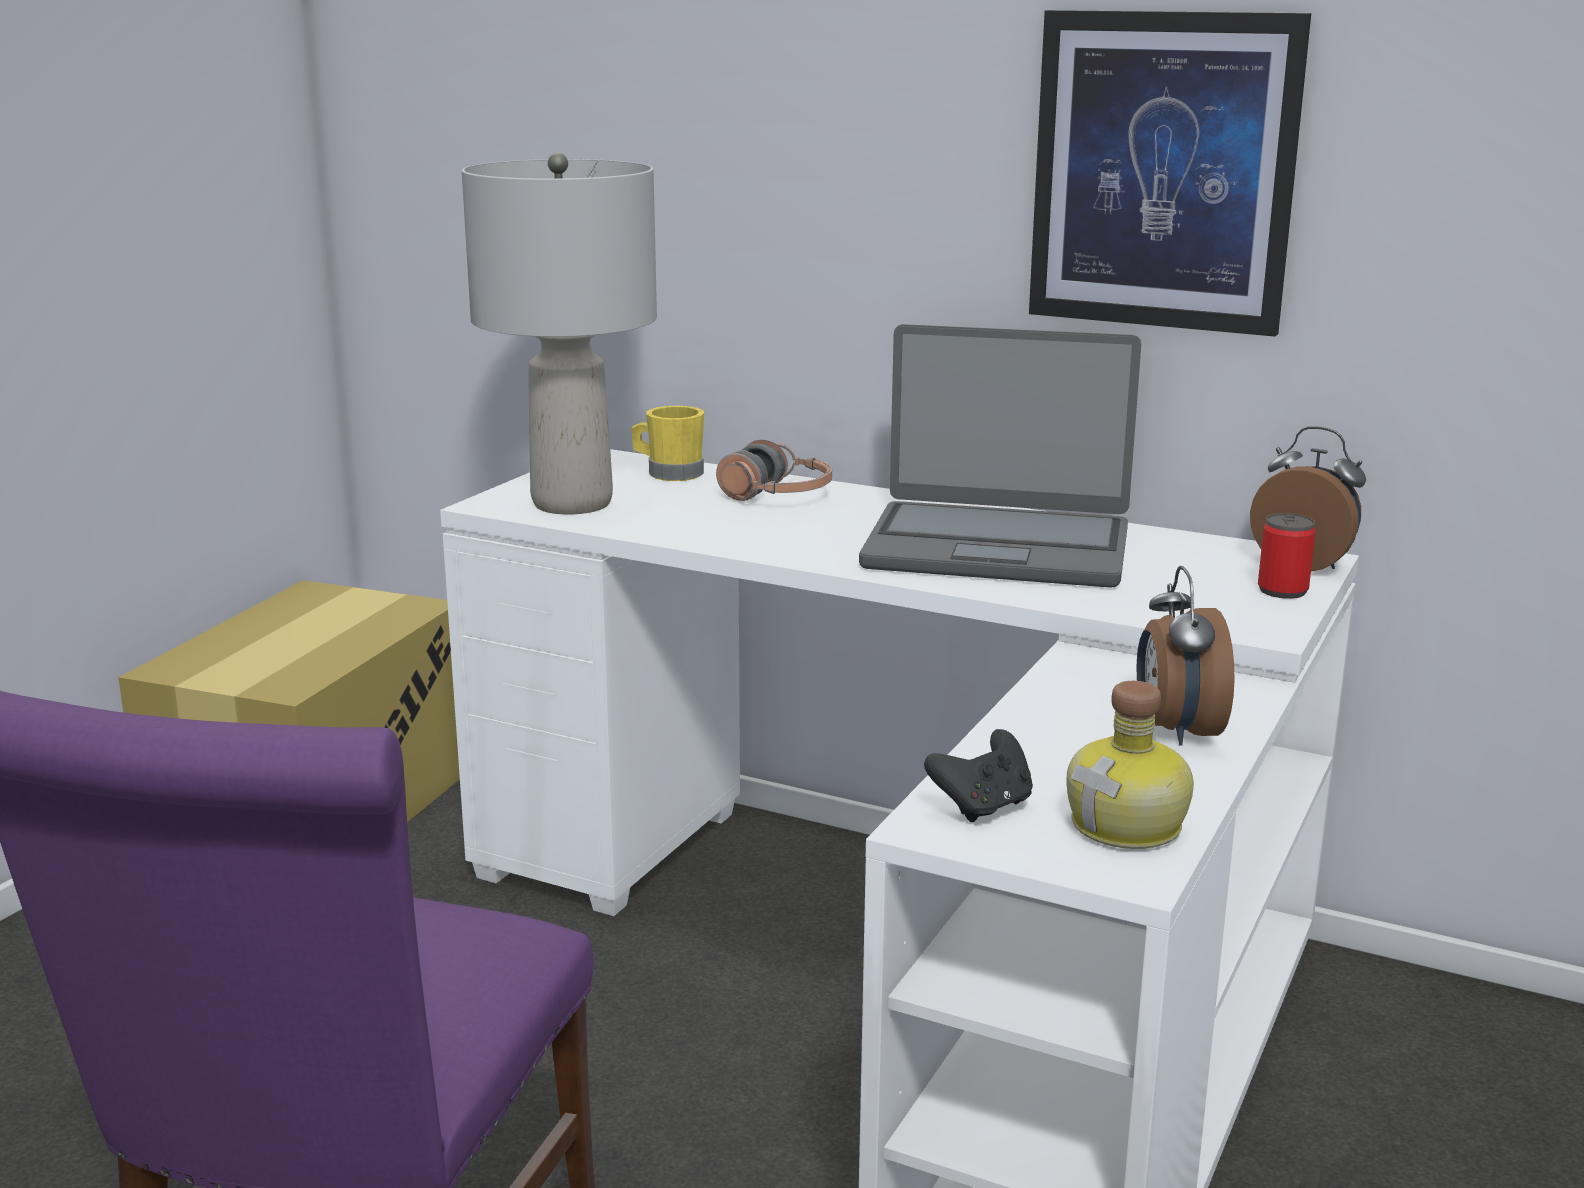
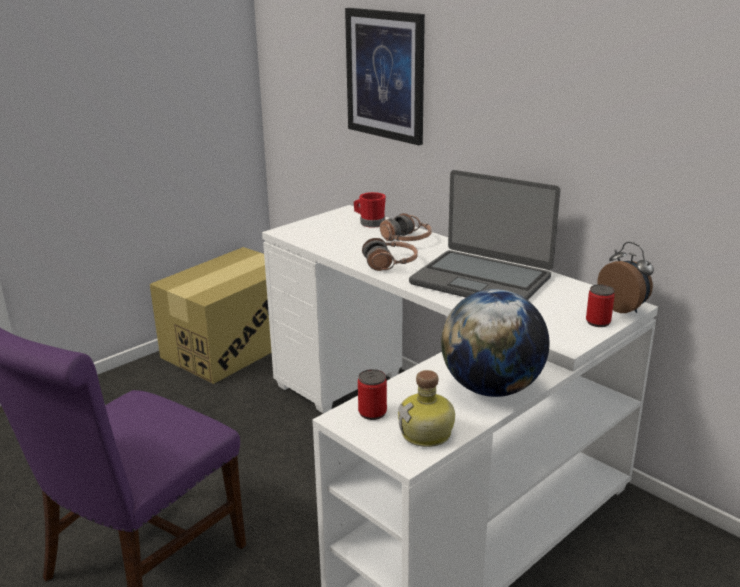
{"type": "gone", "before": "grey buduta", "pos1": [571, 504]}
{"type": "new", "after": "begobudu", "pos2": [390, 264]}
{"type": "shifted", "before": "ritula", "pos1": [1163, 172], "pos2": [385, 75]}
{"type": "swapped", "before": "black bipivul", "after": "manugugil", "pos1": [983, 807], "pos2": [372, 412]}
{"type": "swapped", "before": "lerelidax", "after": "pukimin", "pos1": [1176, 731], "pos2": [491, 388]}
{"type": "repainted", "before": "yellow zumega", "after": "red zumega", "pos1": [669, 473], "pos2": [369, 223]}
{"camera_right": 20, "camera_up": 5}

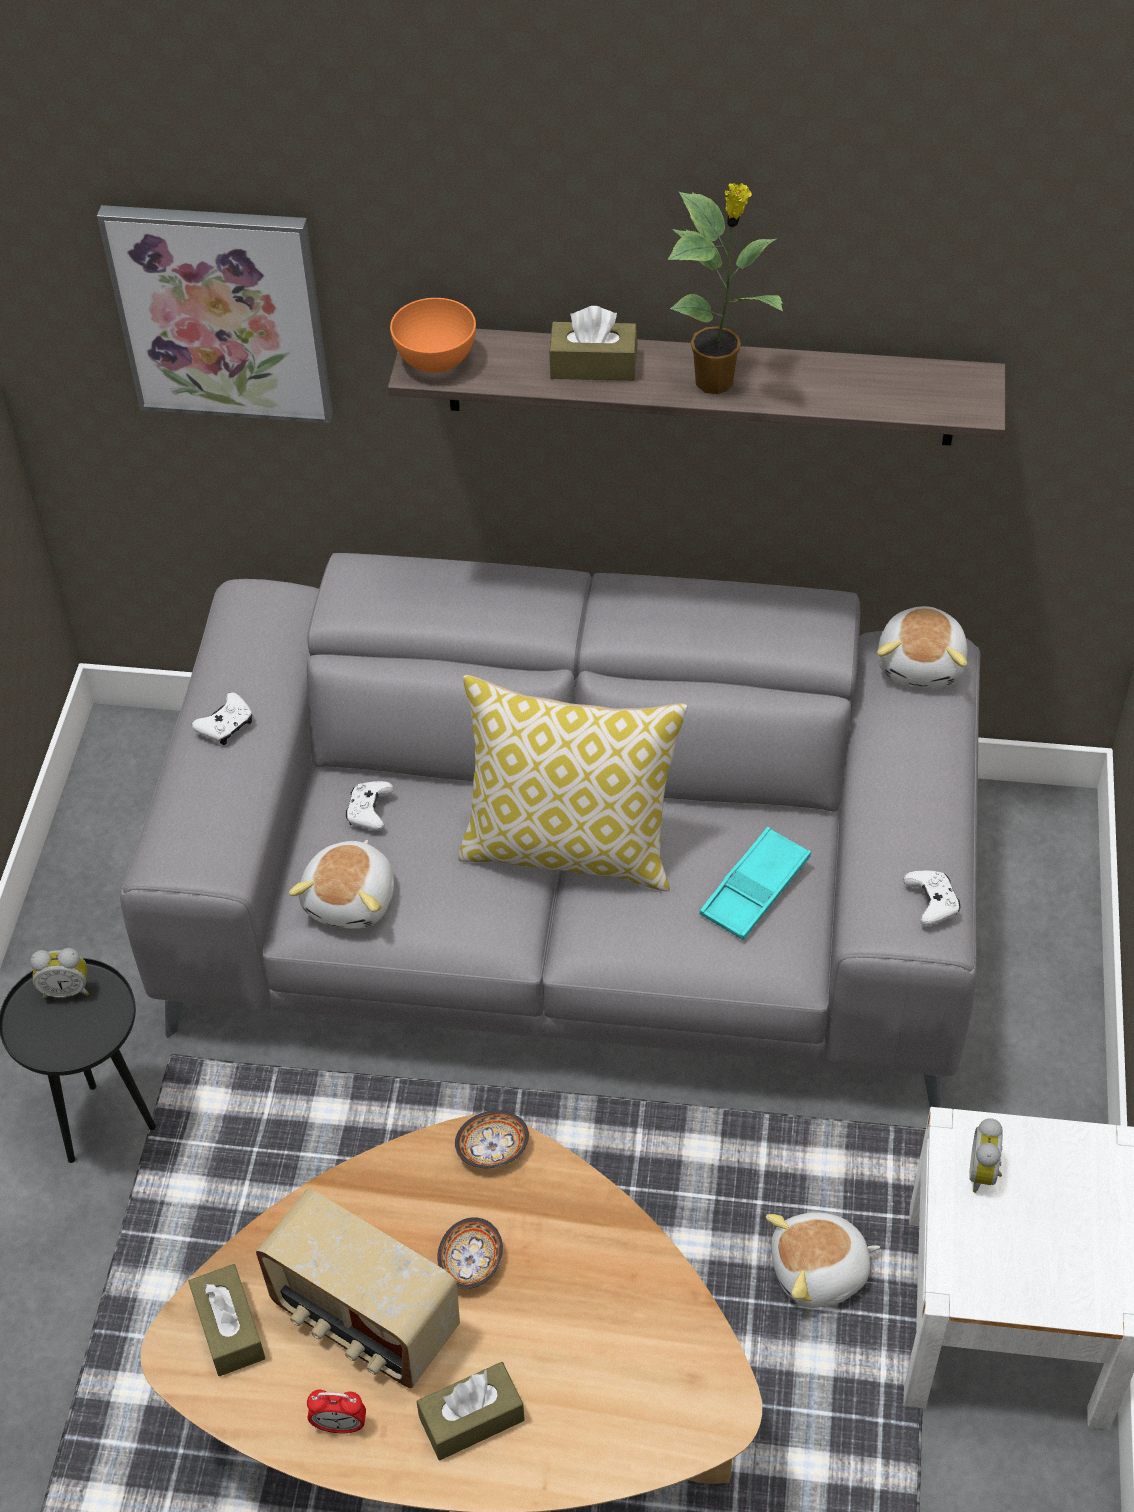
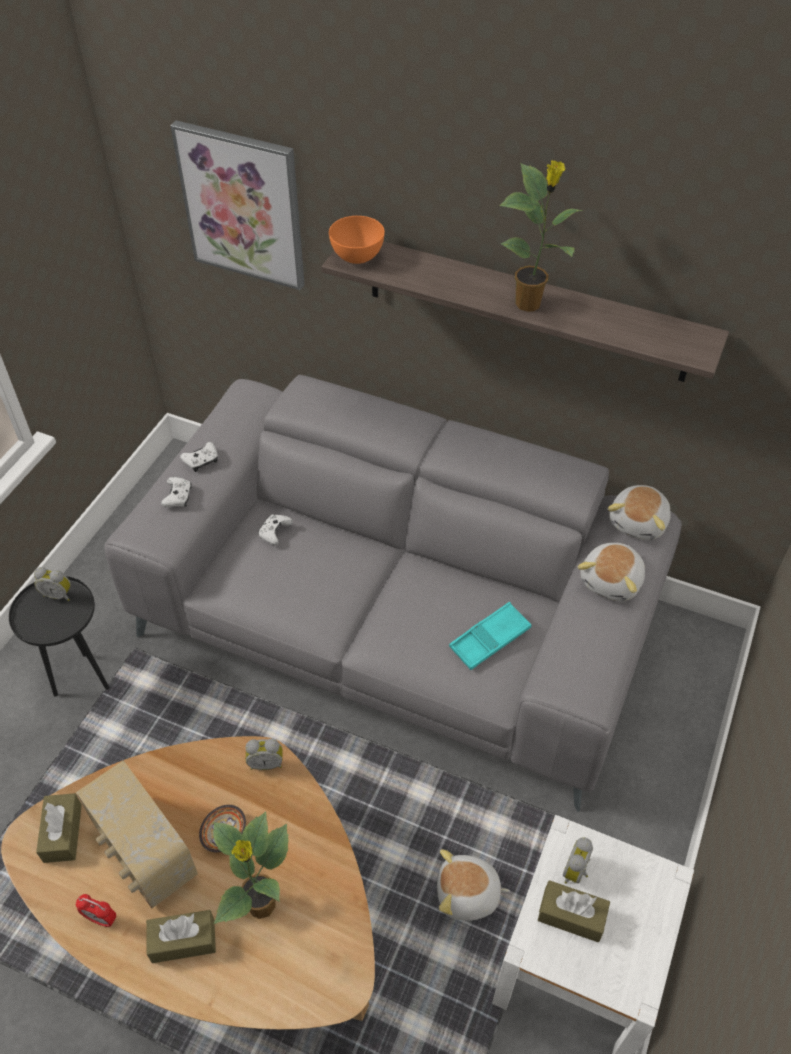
{"type": "gone", "before": "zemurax", "pos1": [571, 848]}
{"type": "new", "after": "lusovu", "pos2": [262, 907]}
{"type": "shifted", "before": "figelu", "pos1": [352, 899], "pos2": [612, 581]}
{"type": "shifted", "before": "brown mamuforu", "pos1": [593, 365], "pos2": [571, 916]}
{"type": "shifted", "before": "white bipivul", "pos1": [931, 903], "pos2": [178, 497]}
{"type": "swapped", "before": "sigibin", "after": "lerelidax", "pos1": [492, 1149], "pos2": [266, 763]}
{"camera_right": 15, "camera_up": 0}

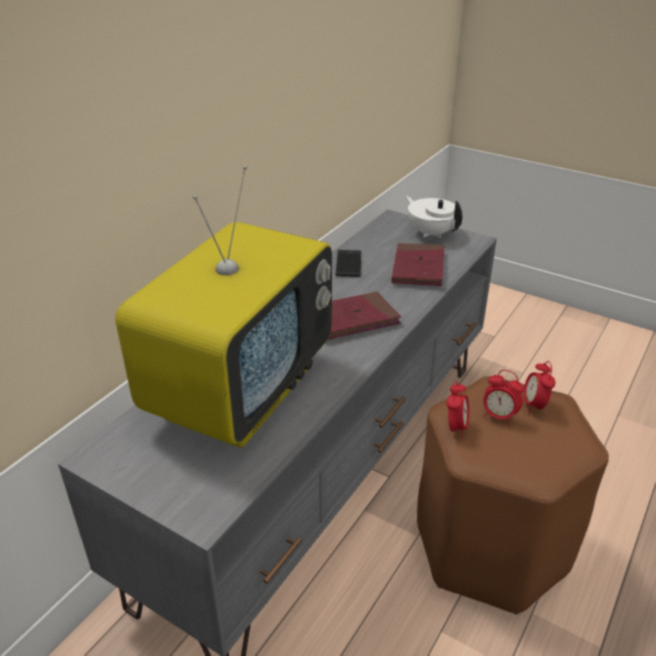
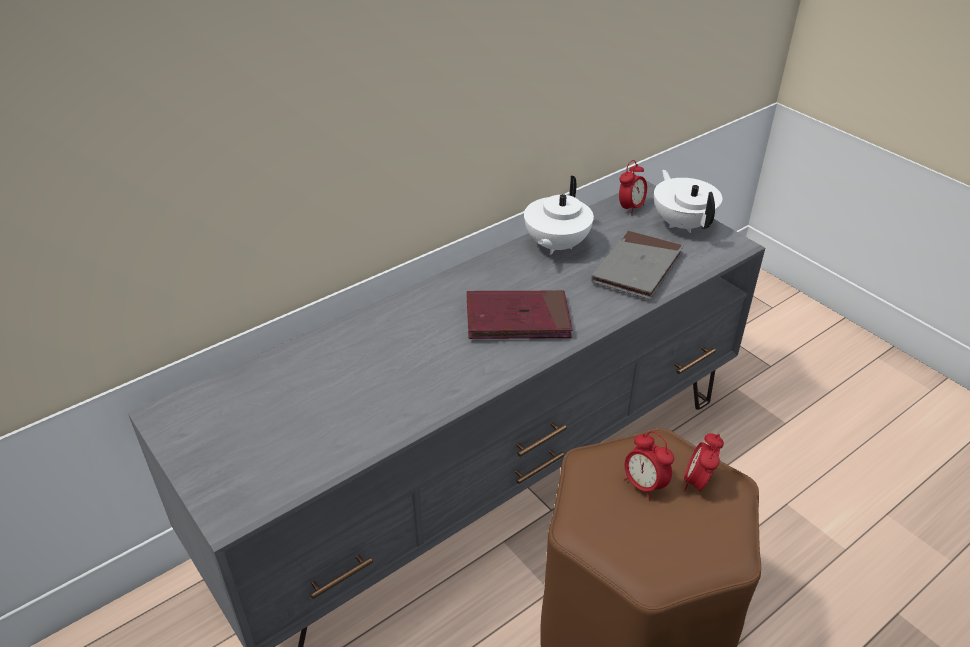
{"type": "gone", "before": "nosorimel", "pos1": [240, 390]}
{"type": "shifted", "before": "lerelidax", "pos1": [455, 428], "pos2": [630, 208]}
{"type": "swapped", "before": "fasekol", "after": "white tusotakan", "pos1": [348, 264], "pos2": [555, 245]}
{"type": "repainted", "before": "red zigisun", "after": "grey zigisun", "pos1": [418, 268], "pos2": [637, 269]}
{"camera_right": 20, "camera_up": 5}

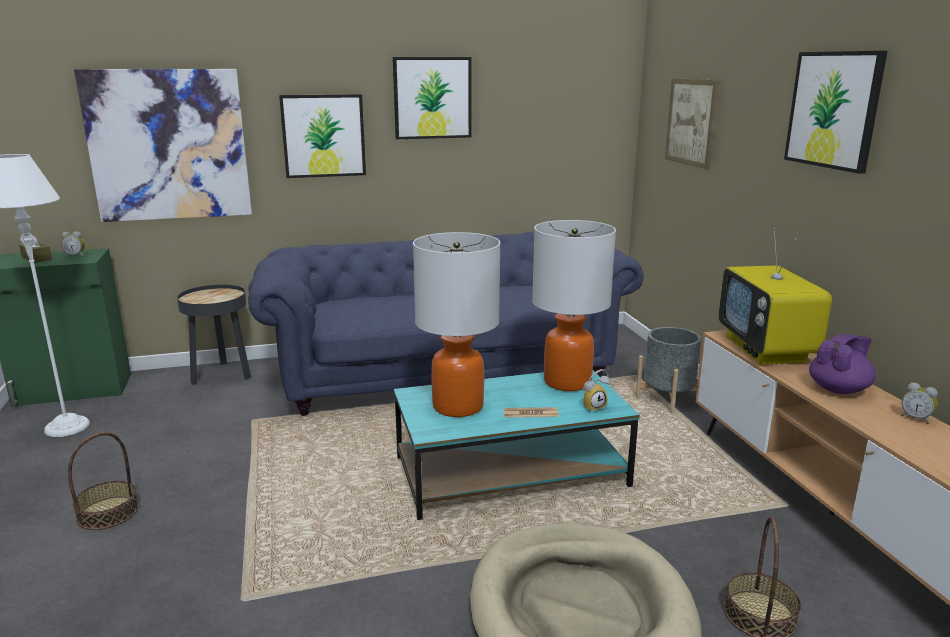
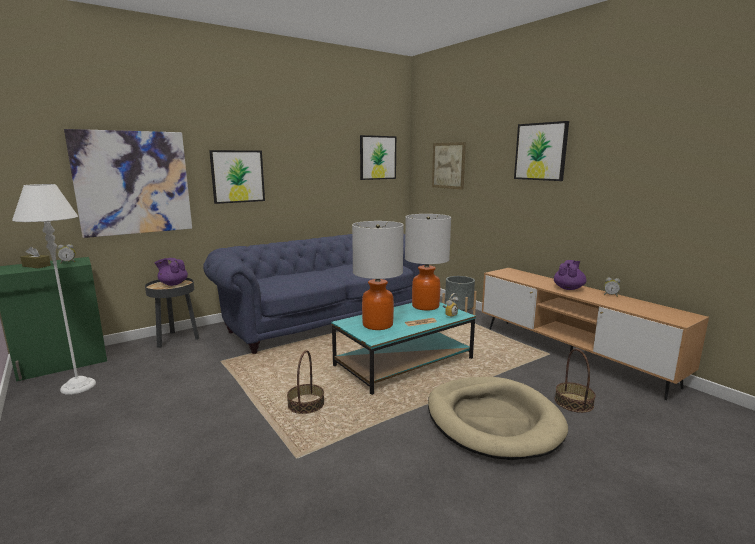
{"type": "gone", "before": "nosorimel", "pos1": [766, 350]}
{"type": "new", "after": "purple tusotakan", "pos2": [173, 284]}
{"type": "shifted", "before": "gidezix", "pos1": [108, 512], "pos2": [306, 404]}
{"type": "shifted", "before": "ritula", "pos1": [432, 98], "pos2": [377, 157]}
{"camera_right": -20, "camera_up": -5}

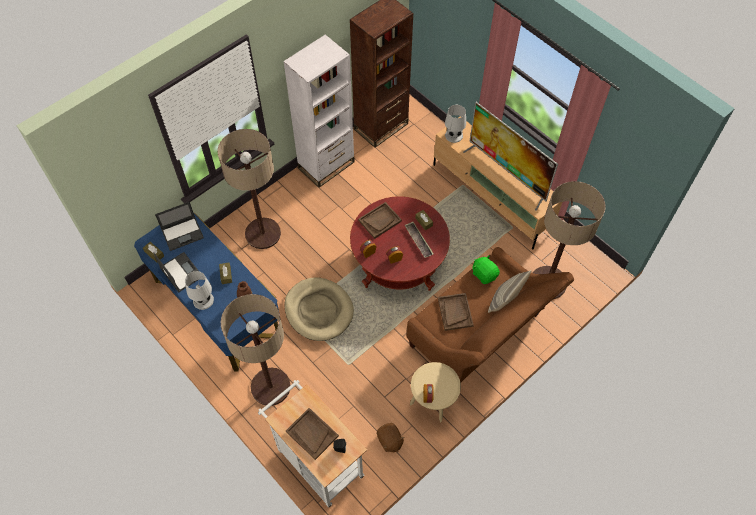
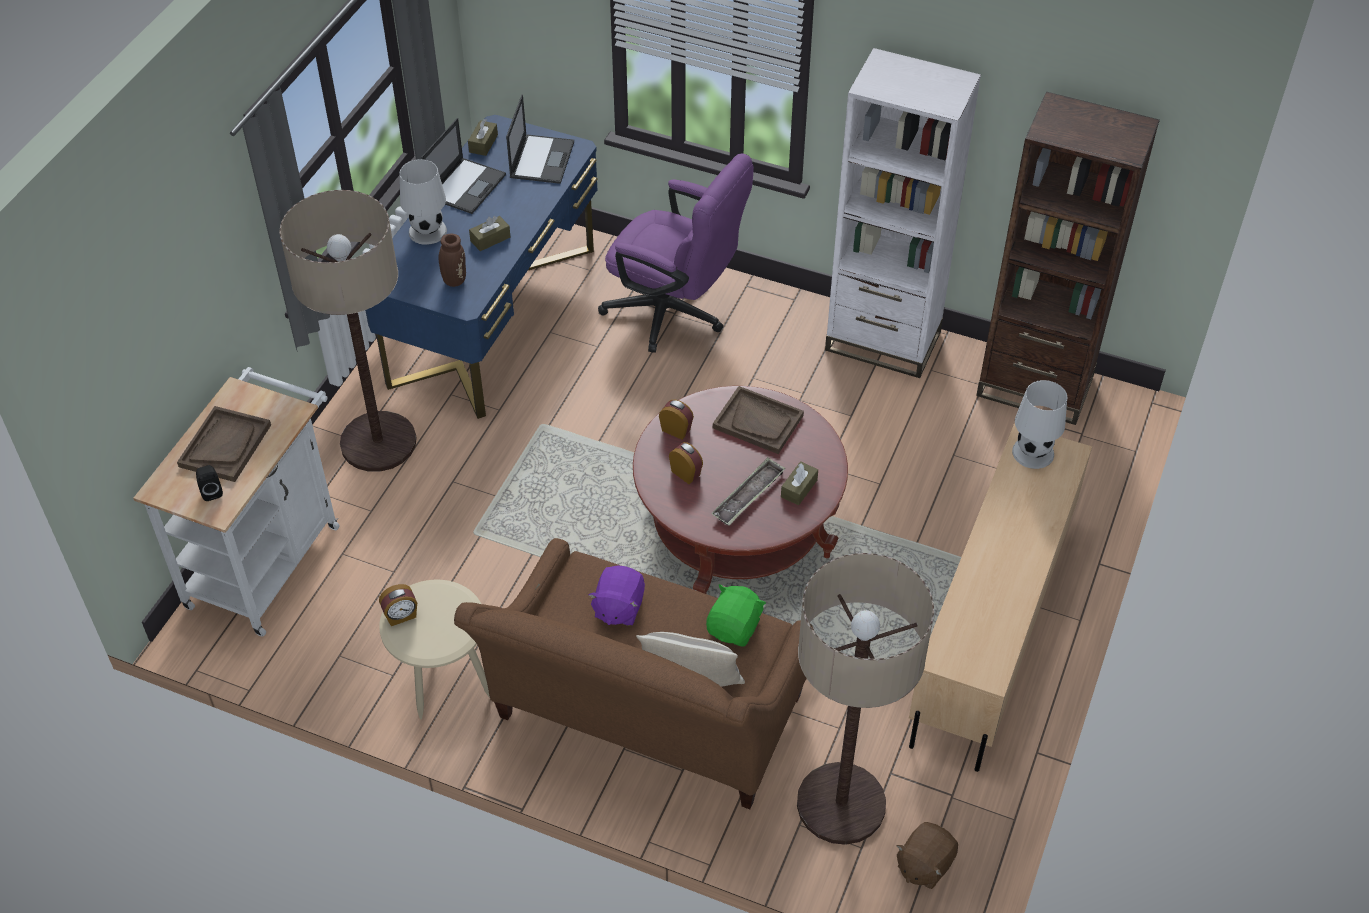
{"type": "gone", "before": "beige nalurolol", "pos1": [319, 310]}
{"type": "gone", "before": "nosorimel", "pos1": [507, 173]}
{"type": "shifted", "before": "brown figelu", "pos1": [389, 441], "pos2": [924, 865]}
{"type": "swapped", "before": "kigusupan", "after": "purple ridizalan", "pos1": [263, 234], "pos2": [675, 314]}
{"type": "swapped", "before": "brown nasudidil", "after": "purple figelu", "pos1": [455, 312], "pos2": [618, 608]}
{"type": "rotated", "before": "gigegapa", "pos1": [183, 233], "pos2": [542, 159], "turn": -120}
{"camera_right": 65, "camera_up": -10}

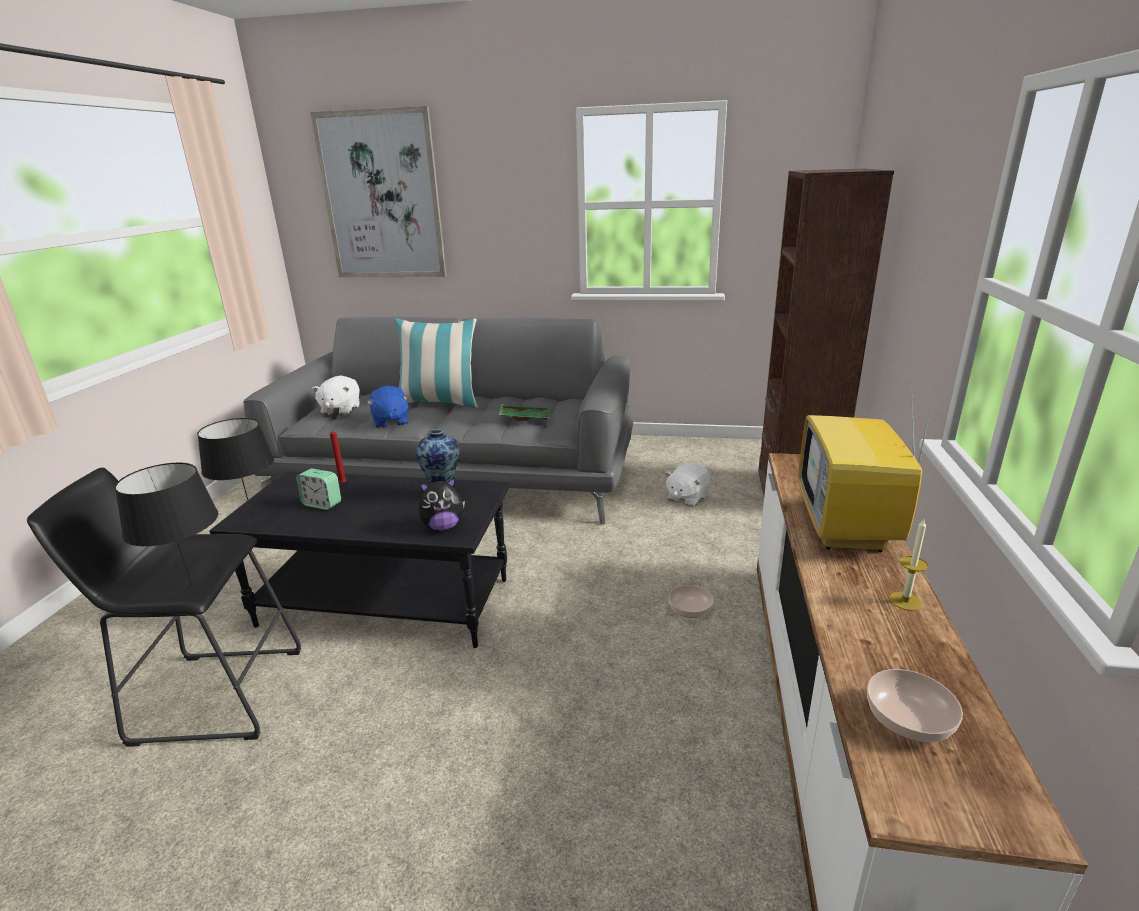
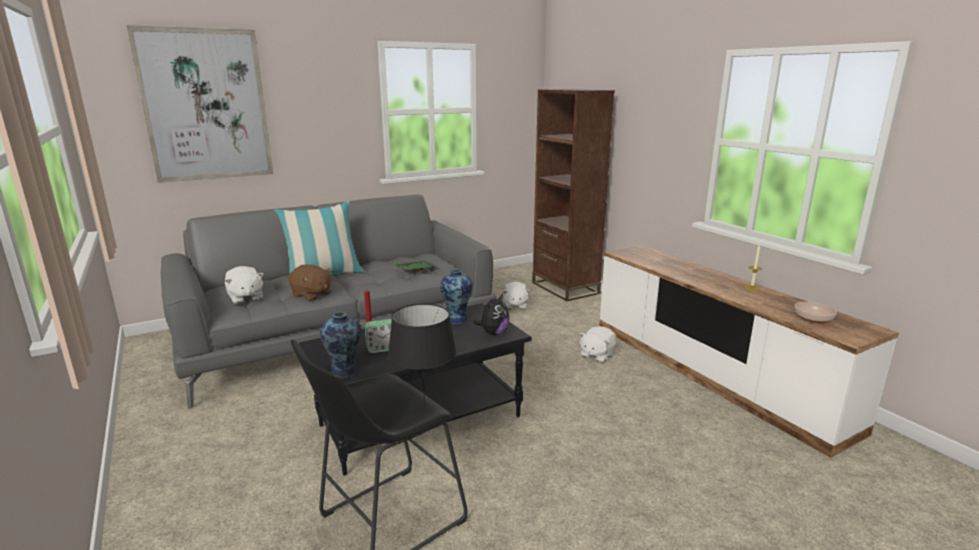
{"type": "gone", "before": "nosorimel", "pos1": [847, 529]}
{"type": "swapped", "before": "black buduta", "after": "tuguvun", "pos1": [251, 518], "pos2": [344, 372]}
{"type": "swapped", "before": "sigibin", "after": "white figelu", "pos1": [691, 609], "pos2": [597, 355]}
{"type": "repainted", "before": "blue figelu", "after": "brown figelu", "pos1": [391, 422], "pos2": [311, 295]}
{"camera_right": -40, "camera_up": -5}

